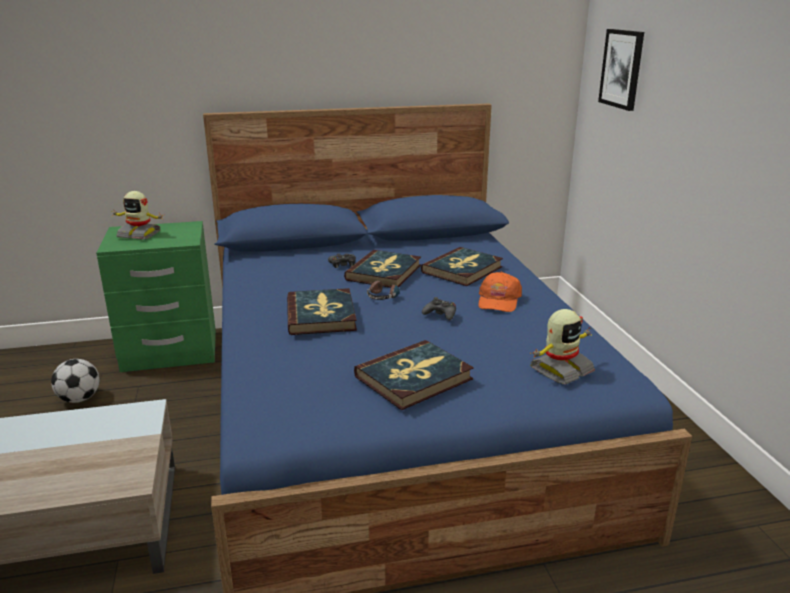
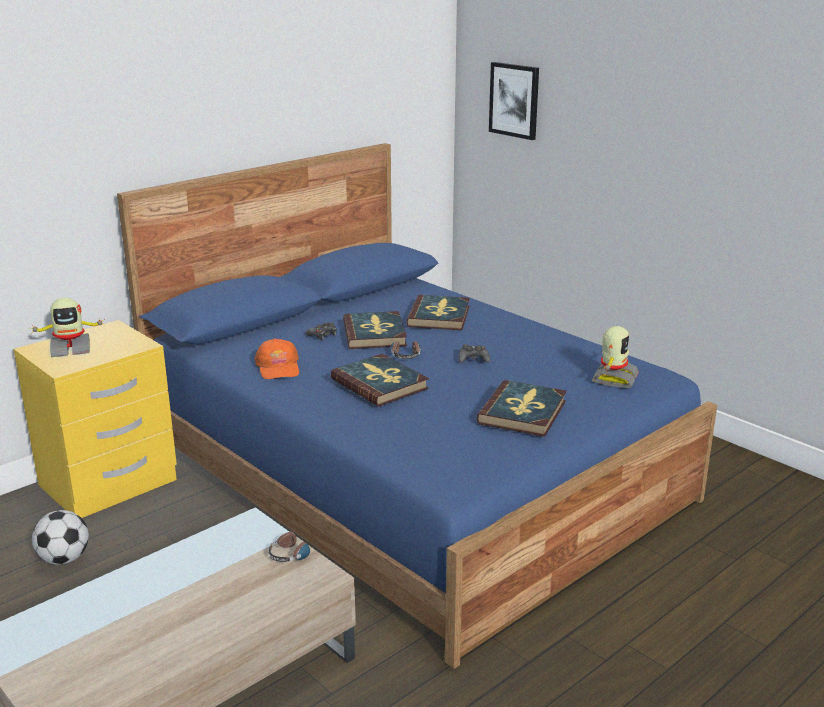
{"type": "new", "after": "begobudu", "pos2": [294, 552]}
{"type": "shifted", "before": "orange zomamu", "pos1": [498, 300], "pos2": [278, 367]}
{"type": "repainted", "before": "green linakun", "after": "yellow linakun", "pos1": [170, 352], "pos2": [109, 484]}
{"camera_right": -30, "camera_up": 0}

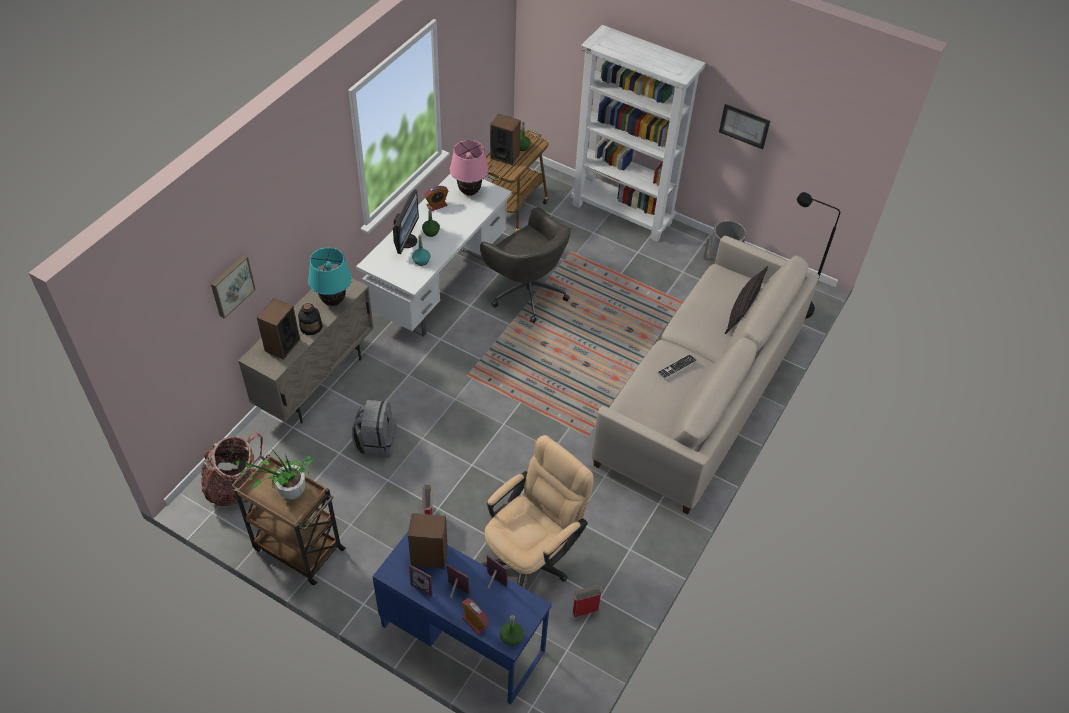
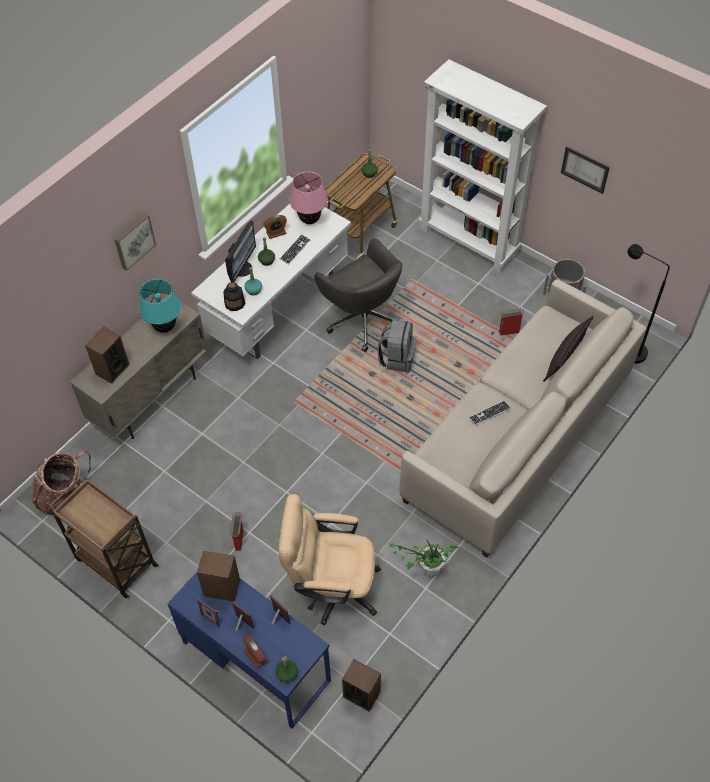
{"type": "new", "after": "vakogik", "pos2": [295, 250]}
{"type": "shifted", "before": "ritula", "pos1": [231, 285], "pos2": [133, 241]}
{"type": "shifted", "before": "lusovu", "pos1": [286, 493], "pos2": [426, 569]}
{"type": "shifted", "before": "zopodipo", "pos1": [311, 327], "pos2": [235, 303]}
{"type": "shifted", "before": "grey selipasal", "pos1": [376, 442], "pos2": [397, 358]}
{"type": "shifted", "before": "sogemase", "pos1": [504, 156], "pos2": [361, 694]}
{"type": "shifted", "before": "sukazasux", "pos1": [584, 611], "pos2": [508, 332]}
{"type": "rotated", "before": "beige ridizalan", "pos1": [532, 556], "pos2": [331, 587], "turn": -135}
{"camera_right": 10, "camera_up": 5}

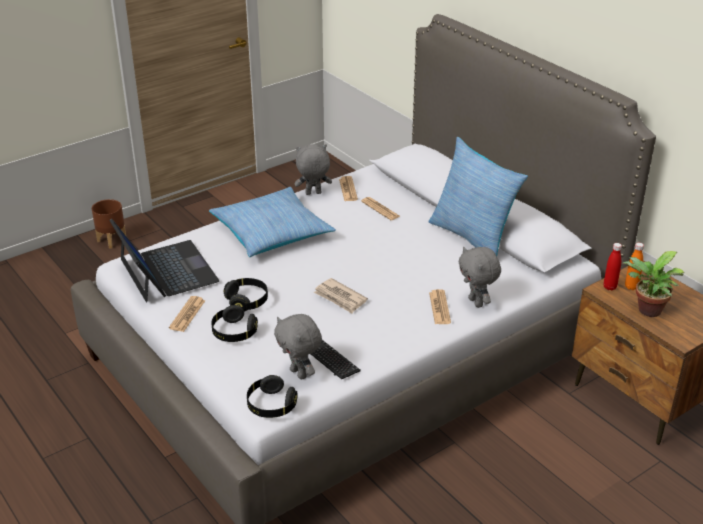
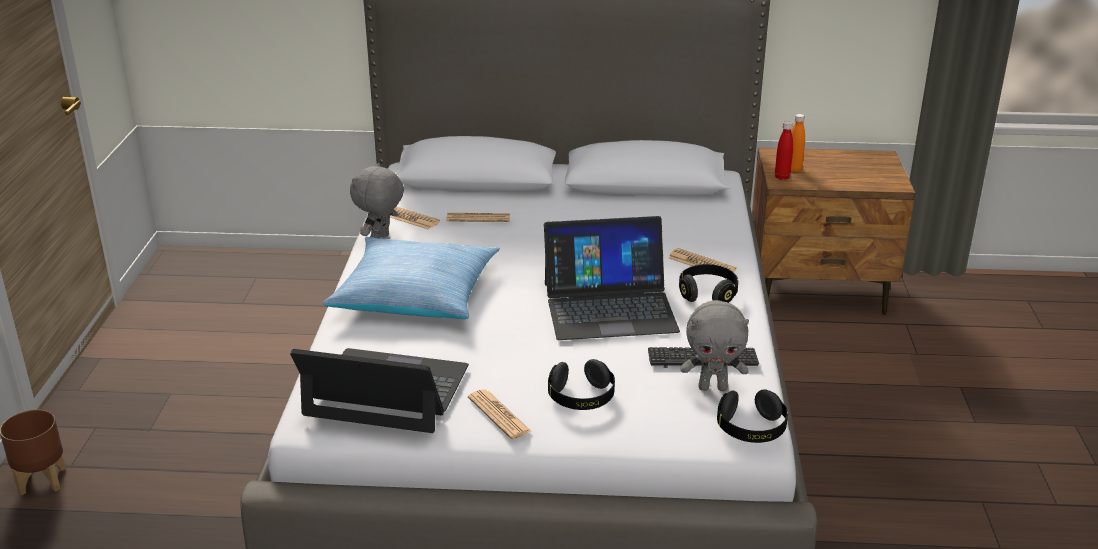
{"type": "gone", "before": "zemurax", "pos1": [473, 237]}
{"type": "gone", "before": "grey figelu", "pos1": [476, 302]}
{"type": "gone", "before": "lusovu", "pos1": [647, 311]}
{"type": "shifted", "before": "black begobudu", "pos1": [247, 301], "pos2": [707, 294]}
{"type": "swapped", "before": "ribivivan", "after": "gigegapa", "pos1": [340, 298], "pos2": [609, 306]}
{"camera_right": -50, "camera_up": -5}

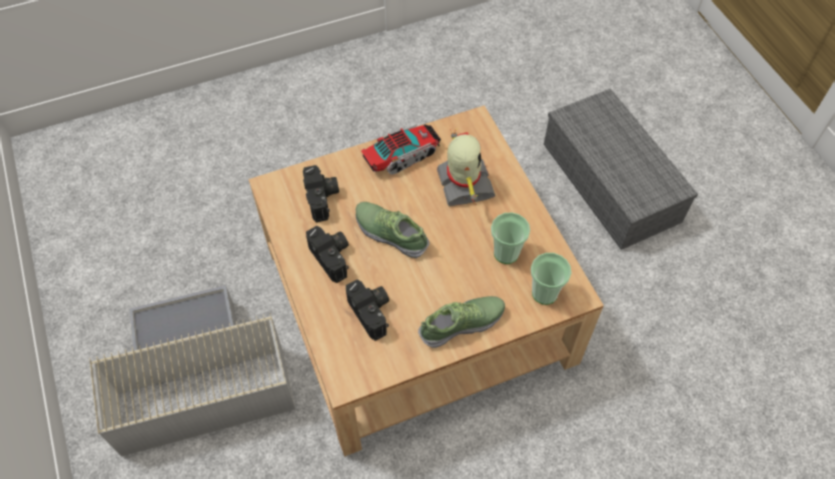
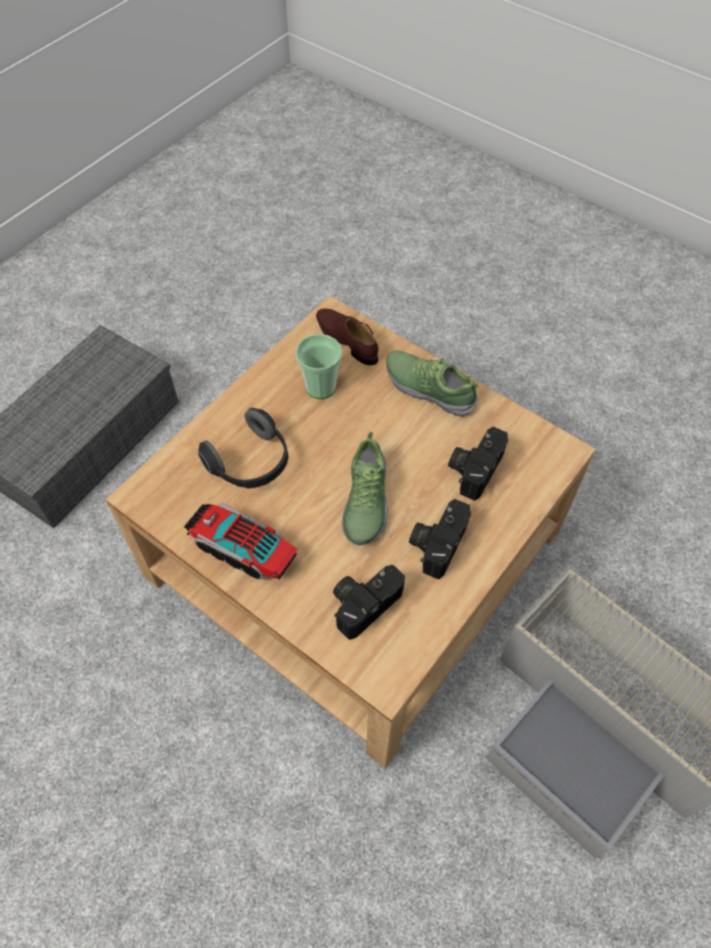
{"type": "swapped", "before": "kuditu", "after": "begobudu", "pos1": [463, 185], "pos2": [251, 463]}
{"type": "swapped", "before": "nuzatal", "after": "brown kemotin", "pos1": [544, 293], "pos2": [347, 340]}
{"camera_right": -120, "camera_up": 0}

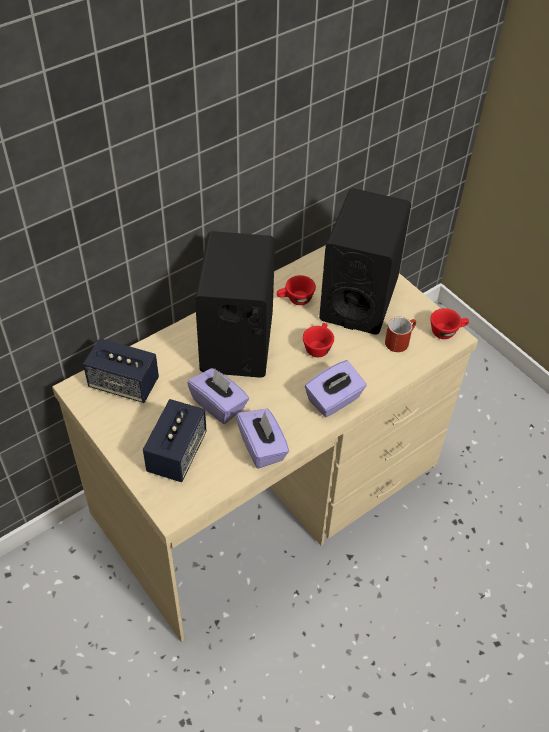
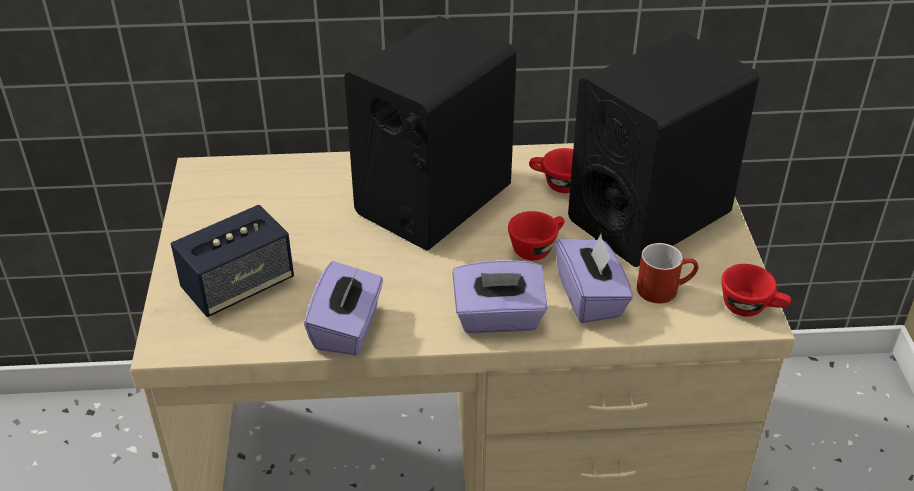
{"type": "gone", "before": "sogemase", "pos1": [124, 384]}
{"type": "shifted", "before": "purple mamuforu", "pos1": [219, 405], "pos2": [591, 297]}
{"camera_right": 35, "camera_up": -10}

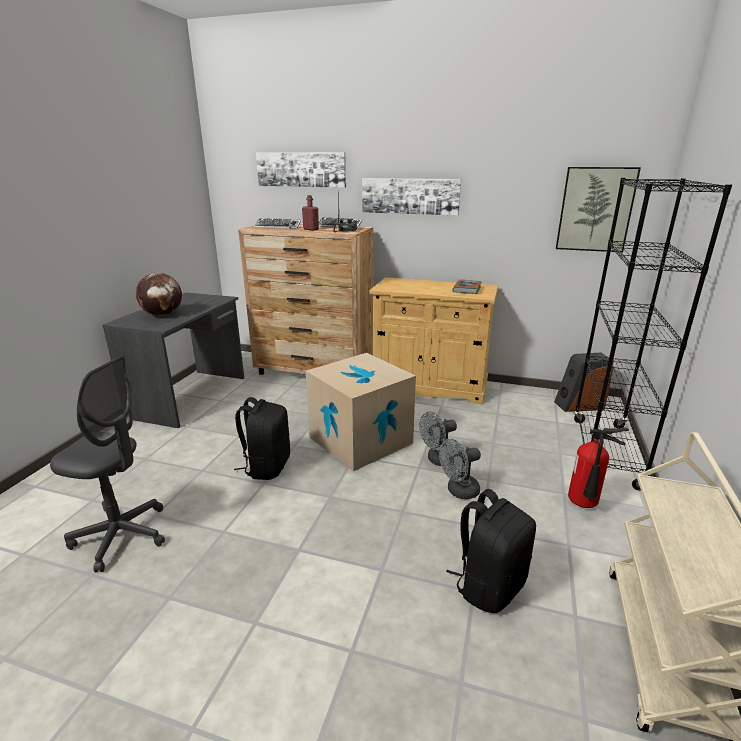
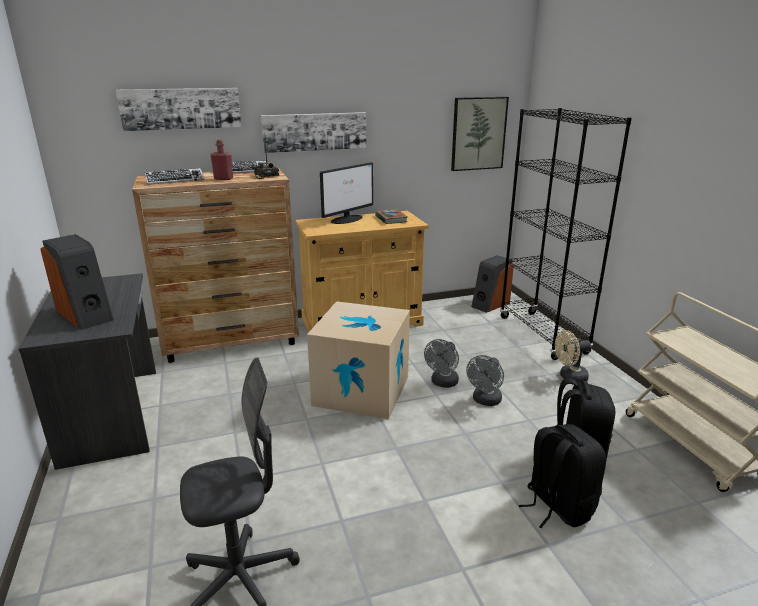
{"type": "new", "after": "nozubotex", "pos2": [347, 219]}
{"type": "shifted", "before": "black selipasal", "pos1": [267, 466], "pos2": [557, 506]}
{"type": "swapped", "before": "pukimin", "after": "sogemase", "pos1": [163, 315], "pos2": [86, 315]}
{"type": "swapped", "before": "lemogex", "after": "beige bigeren", "pos1": [584, 505], "pos2": [569, 377]}
{"camera_right": -35, "camera_up": 0}

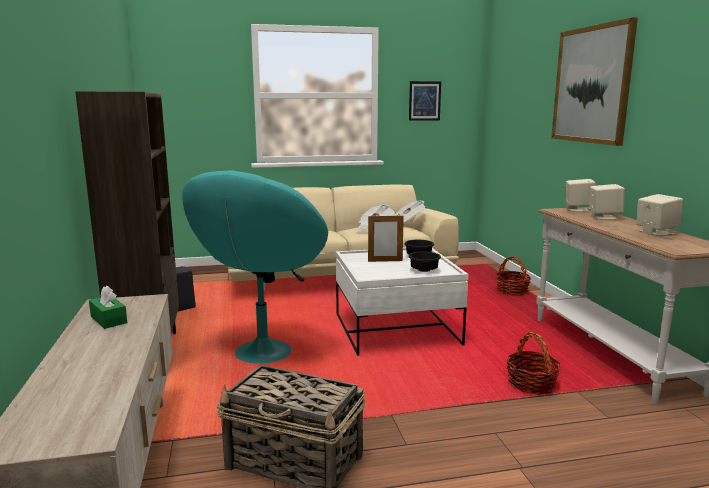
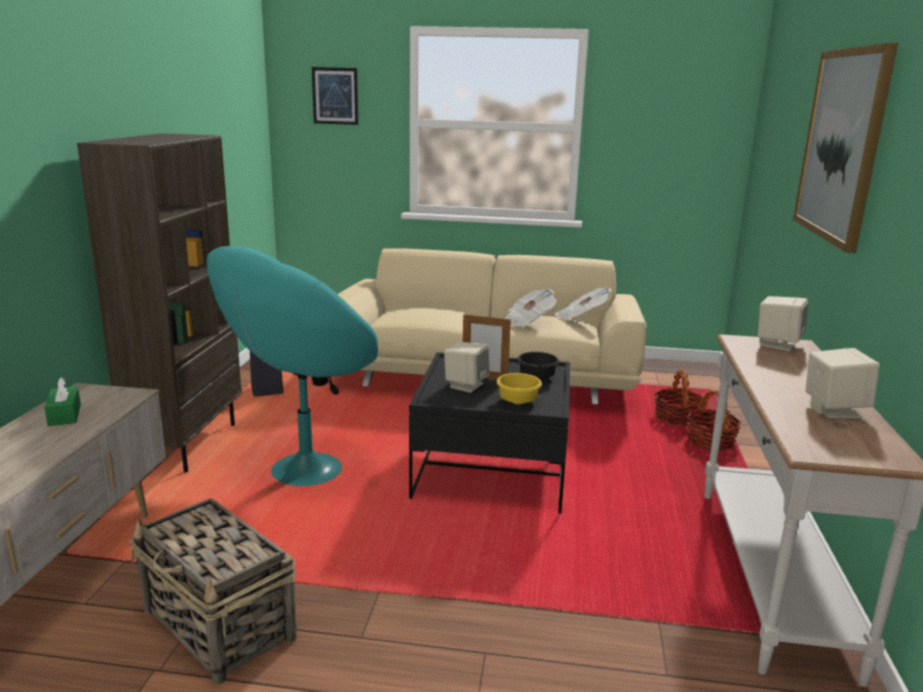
{"type": "shifted", "before": "ritula", "pos1": [424, 101], "pos2": [335, 96]}
{"type": "shifted", "before": "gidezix", "pos1": [531, 384], "pos2": [676, 418]}
{"type": "shifted", "before": "beige sogemase", "pos1": [604, 217], "pos2": [466, 385]}
{"type": "repainted", "before": "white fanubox", "after": "black fanubox", "pos1": [396, 329], "pos2": [492, 470]}
{"type": "repainted", "before": "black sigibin", "after": "yellow sigibin", "pos1": [423, 270], "pos2": [516, 401]}
{"camera_right": 20, "camera_up": 5}

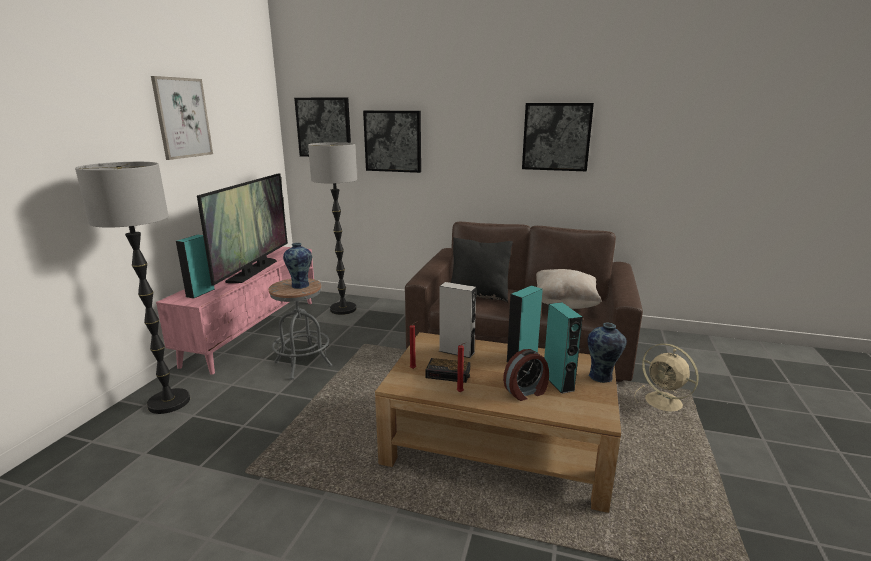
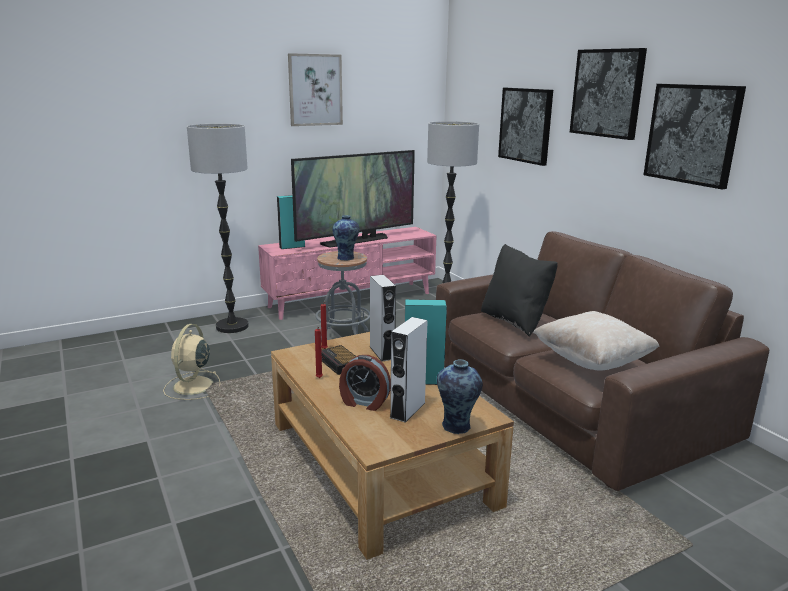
{"type": "shifted", "before": "ritula", "pos1": [324, 127], "pos2": [607, 93]}
{"type": "shifted", "before": "beige bigeren", "pos1": [665, 403], "pos2": [192, 386]}
{"type": "repainted", "before": "turquoise sogemase", "after": "white sogemase", "pos1": [558, 382], "pos2": [407, 410]}
{"camera_right": 45, "camera_up": 0}

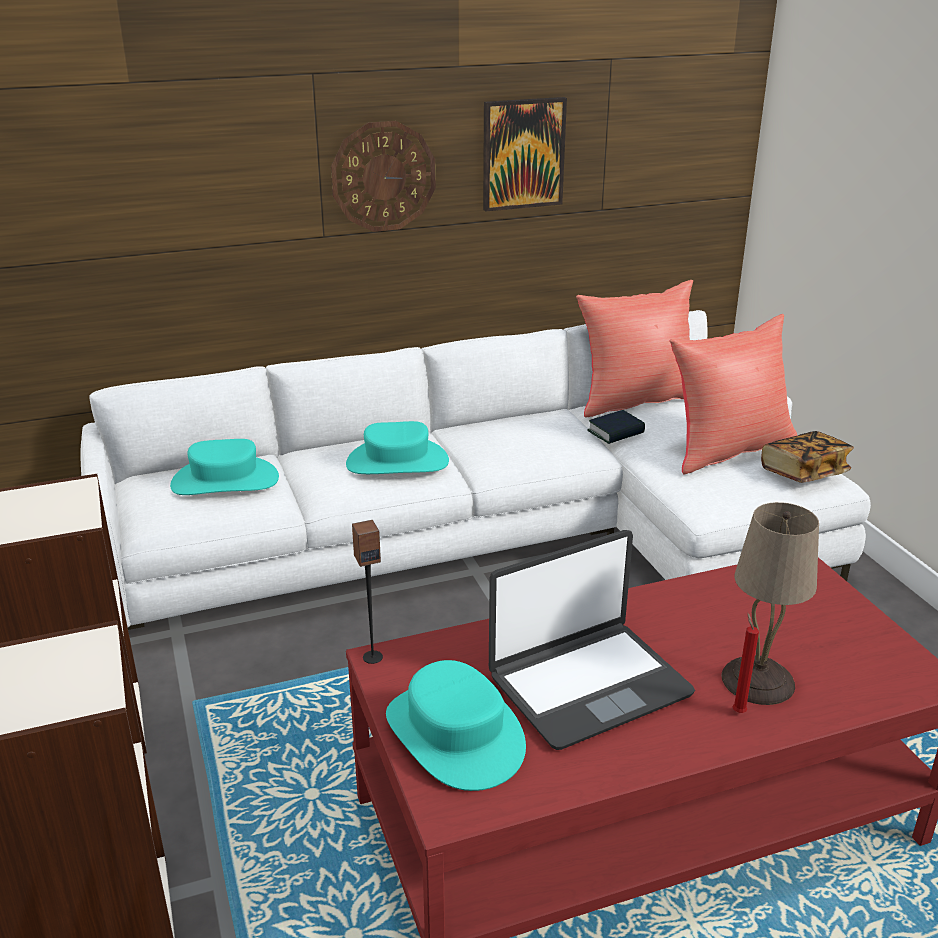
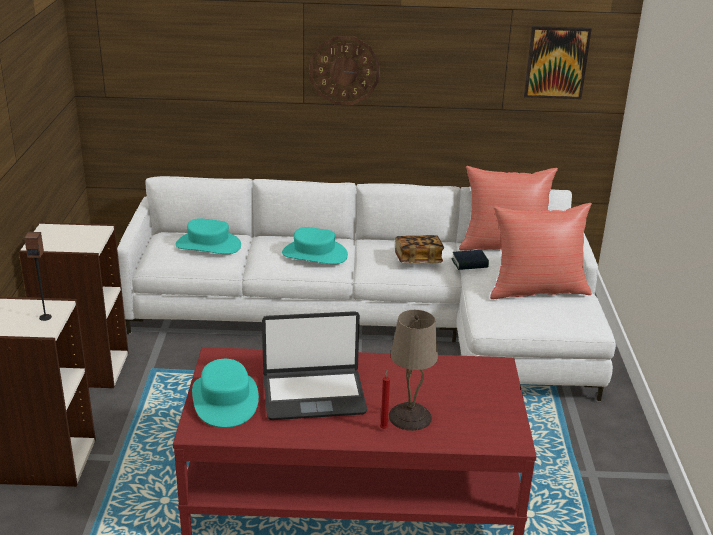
{"type": "shifted", "before": "sogemase", "pos1": [372, 657], "pos2": [45, 317]}
{"type": "shifted", "before": "ritula", "pos1": [523, 154], "pos2": [556, 62]}
{"type": "shifted", "before": "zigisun", "pos1": [803, 473], "pos2": [418, 259]}
{"camera_right": 20, "camera_up": 0}

